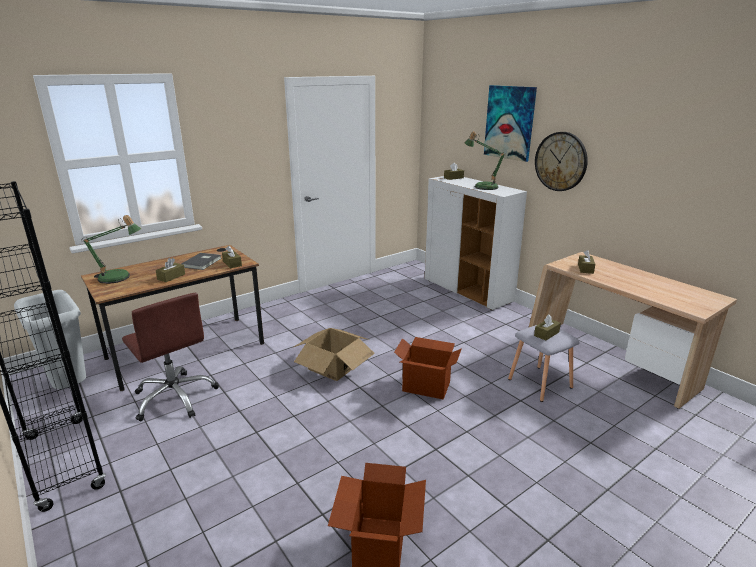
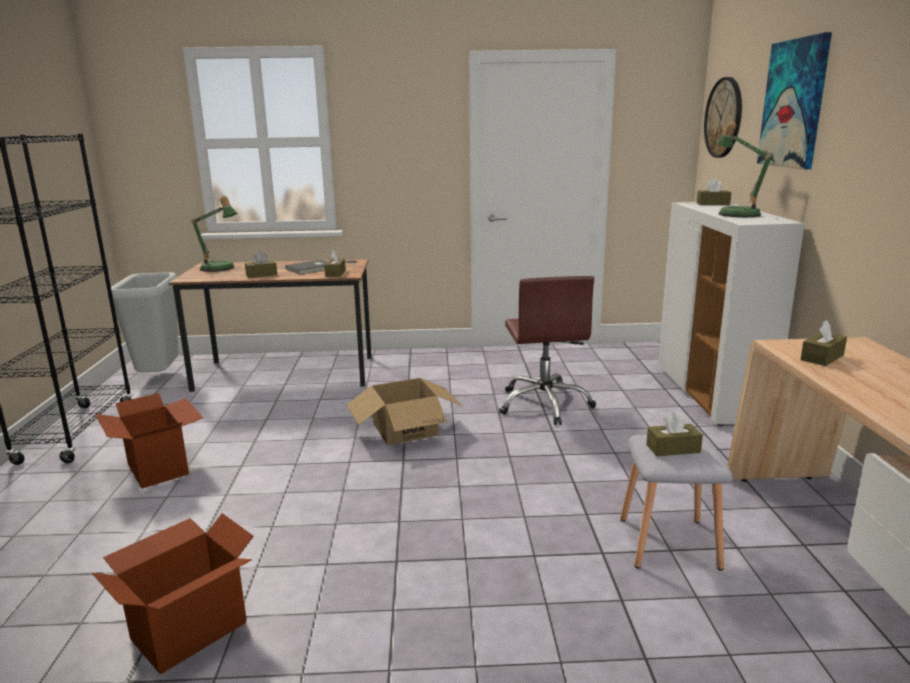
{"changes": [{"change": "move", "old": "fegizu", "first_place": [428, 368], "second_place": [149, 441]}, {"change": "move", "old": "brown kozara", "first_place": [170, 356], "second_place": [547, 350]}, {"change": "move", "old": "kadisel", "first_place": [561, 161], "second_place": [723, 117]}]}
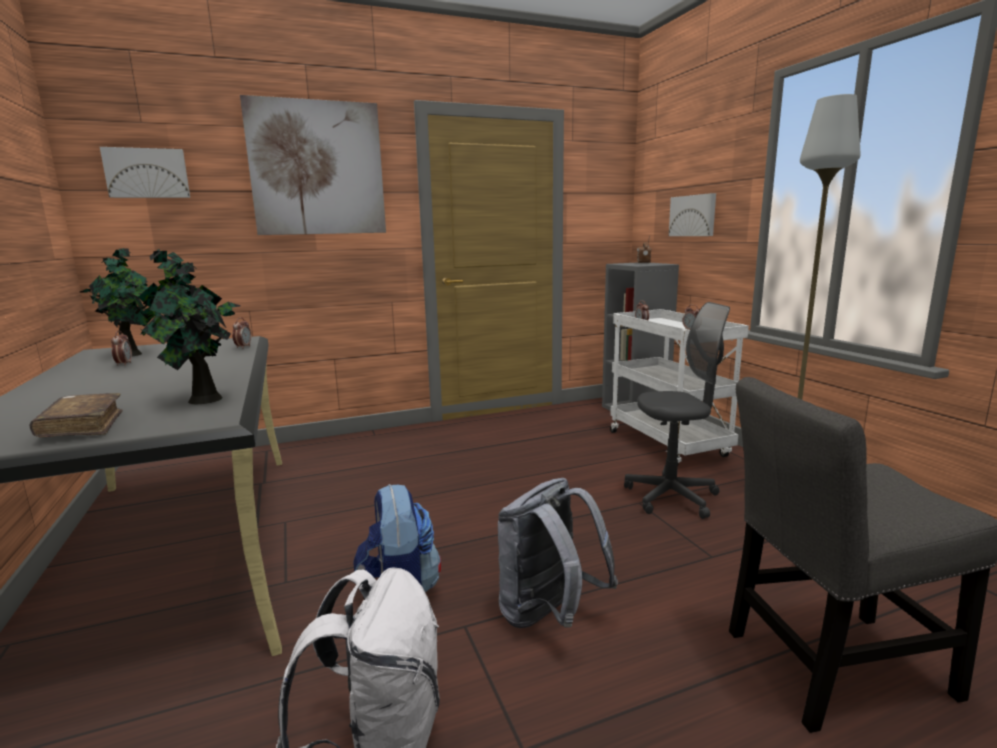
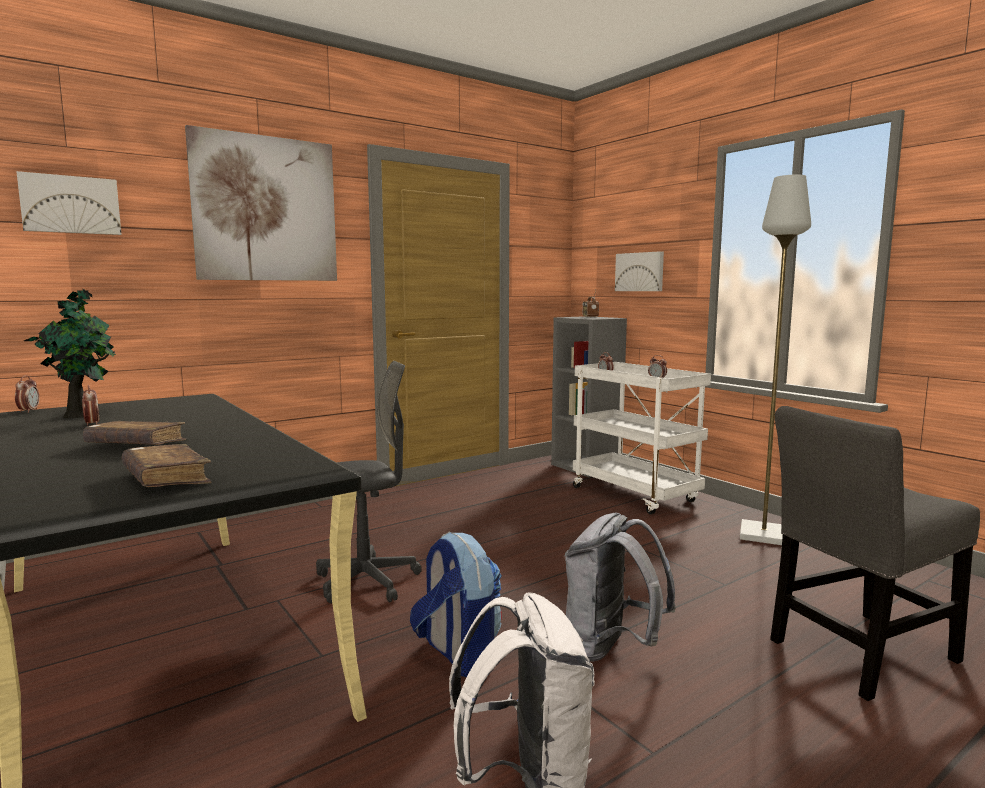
{"changes": [{"change": "move", "old": "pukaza", "first_place": [242, 333], "second_place": [27, 394]}, {"change": "insert", "new": "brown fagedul", "second_place": [134, 433]}, {"change": "move", "old": "grey kozara", "first_place": [677, 410], "second_place": [369, 482]}, {"change": "delete", "old": "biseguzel", "first_place": [189, 326]}]}
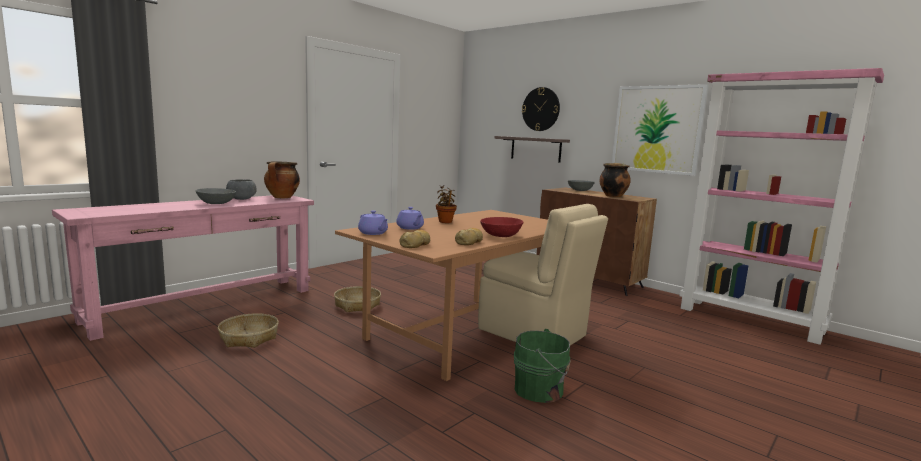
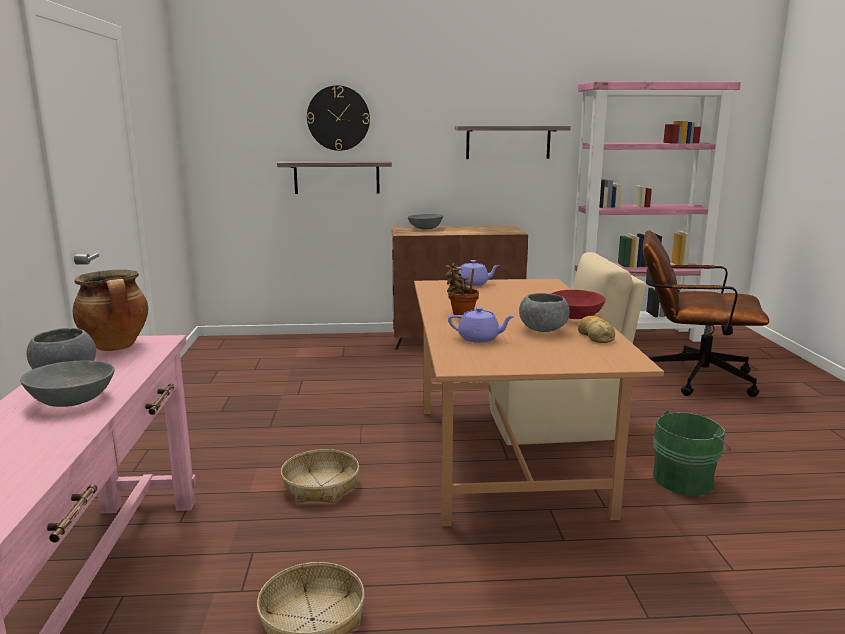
{"changes": [{"change": "move", "old": "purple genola", "first_place": [373, 222], "second_place": [475, 273]}, {"change": "replace", "old": "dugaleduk", "new": "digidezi", "first_place": [660, 130], "second_place": [513, 142]}, {"change": "insert", "new": "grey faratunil", "second_place": [544, 312]}, {"change": "insert", "new": "brown kozara", "second_place": [706, 313]}, {"change": "delete", "old": "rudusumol", "first_place": [414, 239]}, {"change": "delete", "old": "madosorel", "first_place": [615, 180]}]}
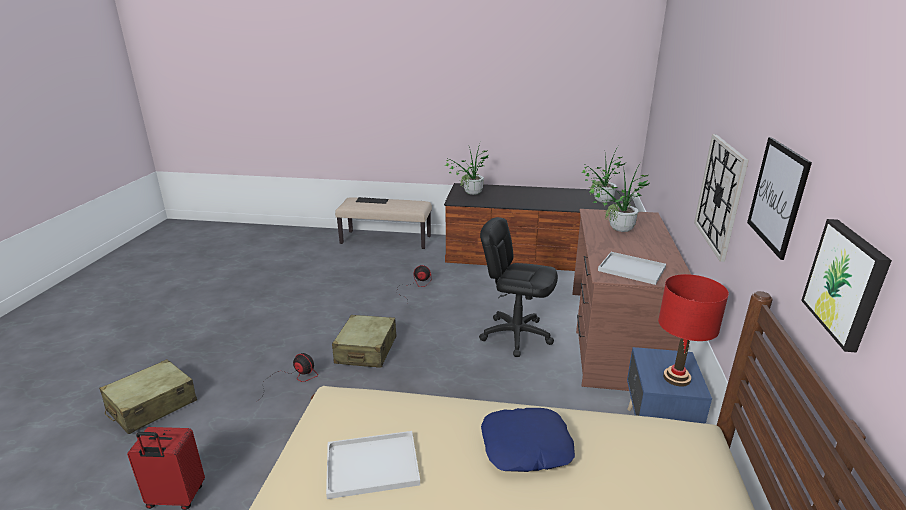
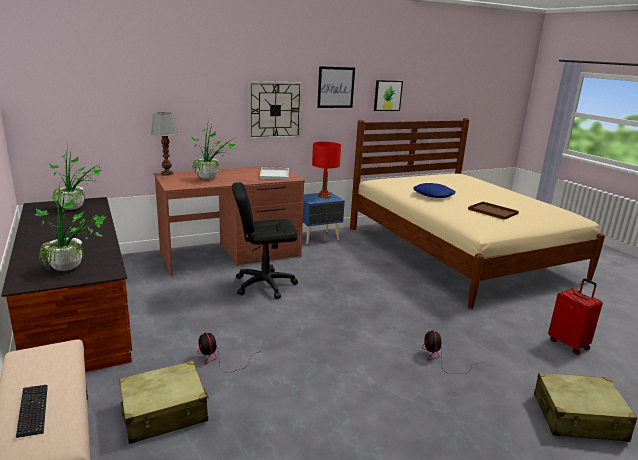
{"changes": [{"change": "move", "old": "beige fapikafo", "first_place": [364, 341], "second_place": [164, 402]}, {"change": "insert", "new": "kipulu", "second_place": [165, 144]}, {"change": "rotate", "old": "black kozara", "first_place": [518, 287], "second_place": [265, 240], "degrees": 90}, {"change": "recolor", "old": "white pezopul", "new": "brown pezopul", "first_place": [373, 465], "second_place": [493, 211]}]}
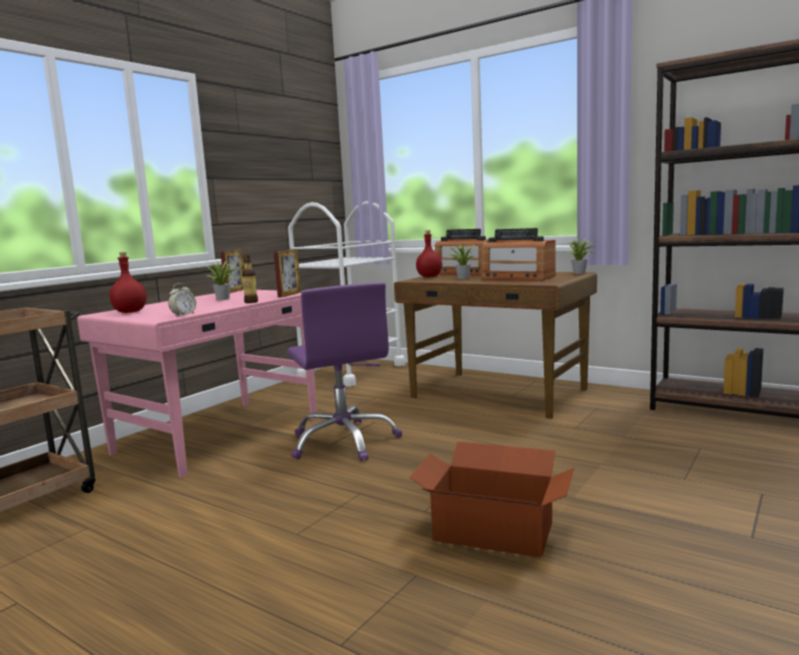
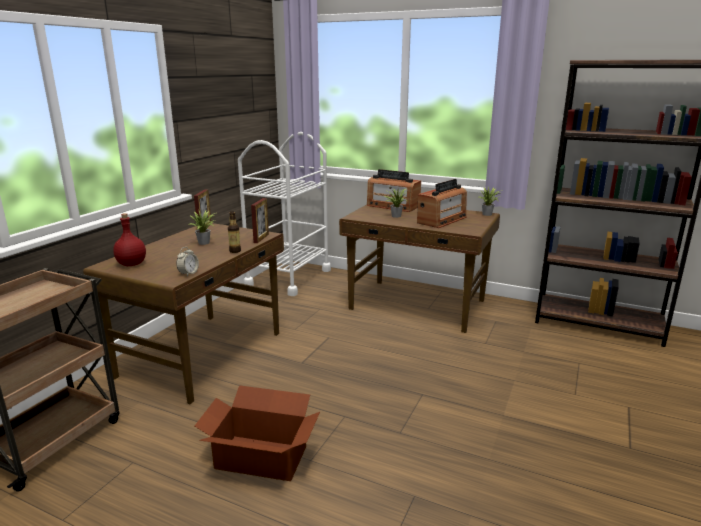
{"changes": [{"change": "recolor", "old": "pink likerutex", "new": "brown likerutex", "first_place": [197, 384], "second_place": [183, 313]}, {"change": "move", "old": "fegizu", "first_place": [491, 500], "second_place": [257, 433]}, {"change": "rotate", "old": "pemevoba", "first_place": [519, 254], "second_place": [442, 203], "degrees": -75}, {"change": "delete", "old": "purple kozara", "first_place": [344, 371]}, {"change": "delete", "old": "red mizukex", "first_place": [429, 253]}]}
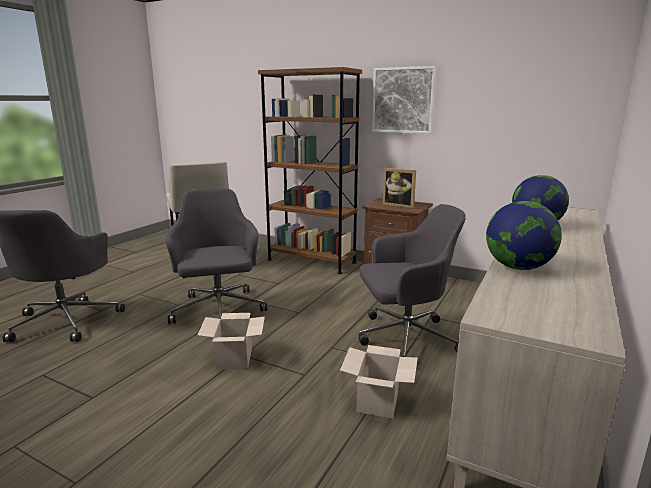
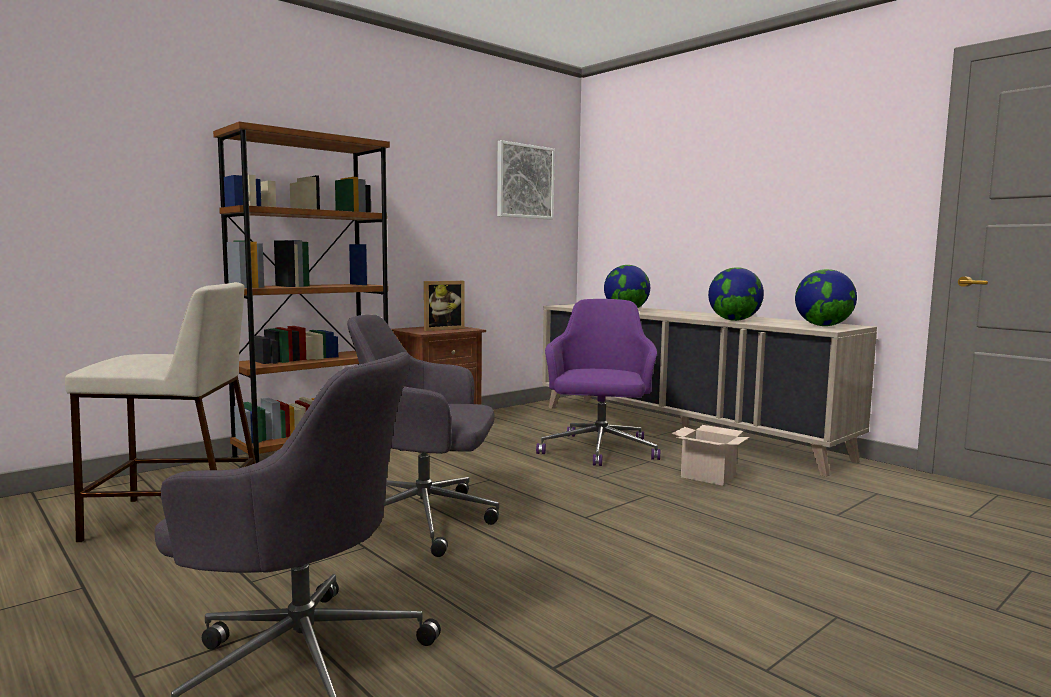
{"changes": [{"change": "move", "old": "dugaleduk", "first_place": [404, 100], "second_place": [526, 180]}, {"change": "recolor", "old": "grey kozara", "new": "purple kozara", "first_place": [412, 280], "second_place": [598, 382]}, {"change": "insert", "new": "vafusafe", "second_place": [826, 297]}, {"change": "delete", "old": "fegizu", "first_place": [231, 341]}]}
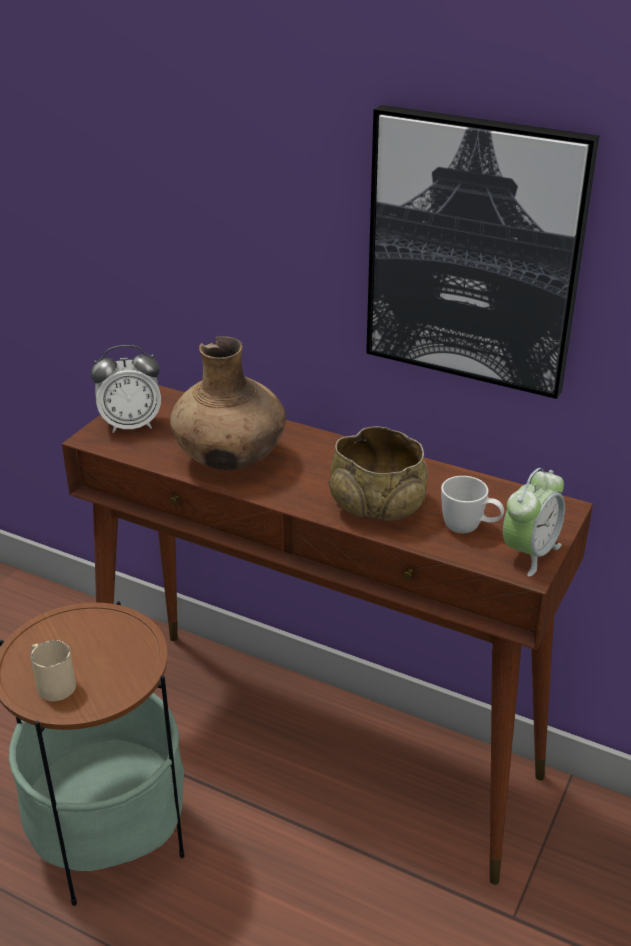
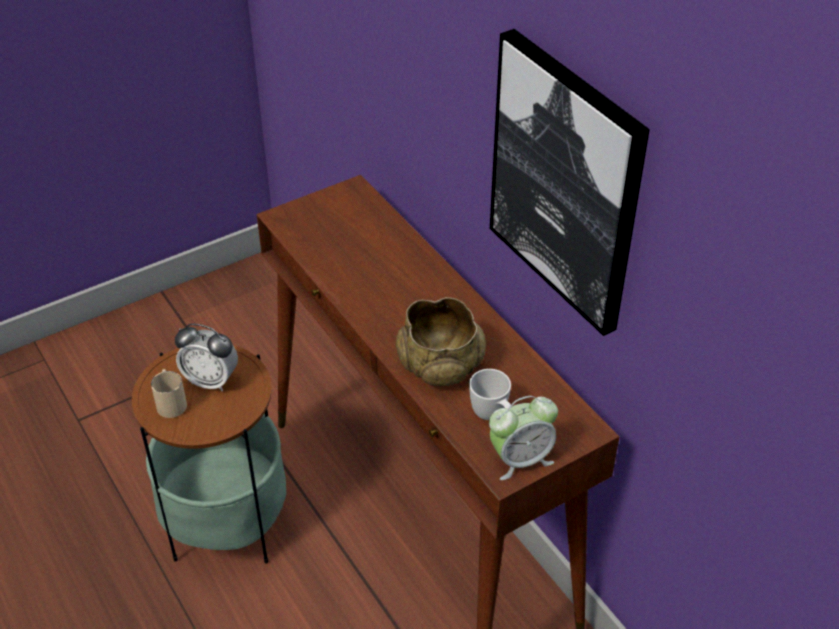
{"changes": [{"change": "move", "old": "pukaza", "first_place": [125, 389], "second_place": [206, 357]}, {"change": "delete", "old": "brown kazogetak", "first_place": [228, 403]}]}
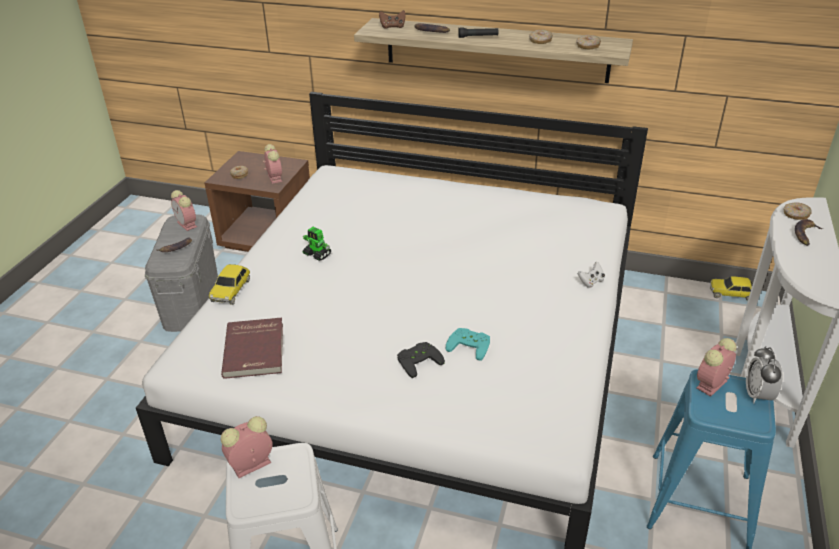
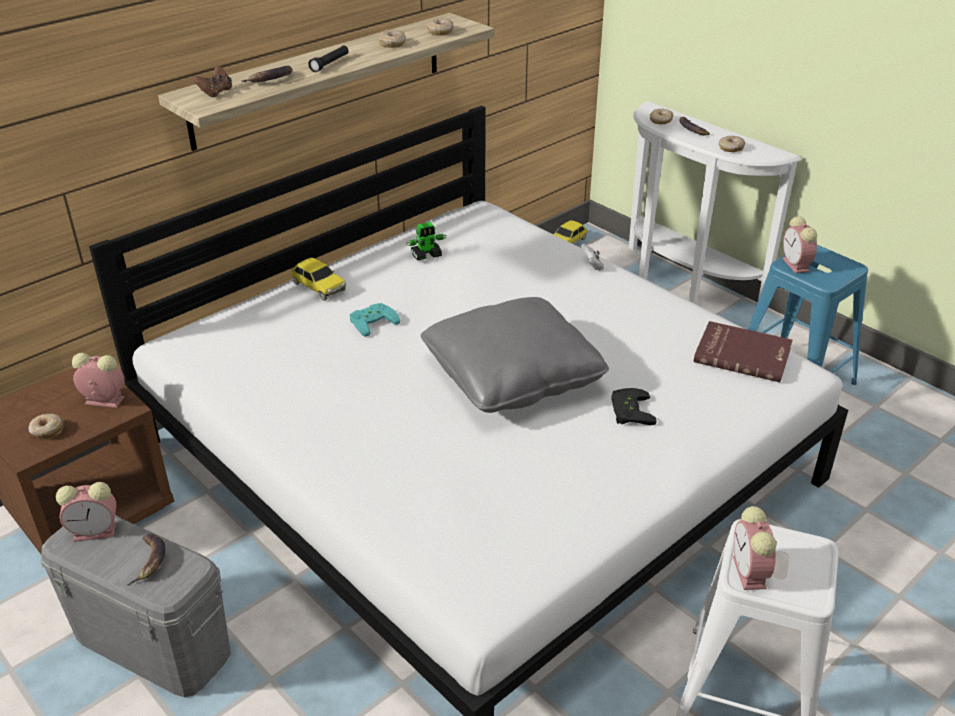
{"changes": [{"change": "move", "old": "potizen", "first_place": [229, 284], "second_place": [318, 279]}, {"change": "move", "old": "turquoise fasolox", "first_place": [468, 344], "second_place": [375, 320]}, {"change": "move", "old": "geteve", "first_place": [317, 244], "second_place": [426, 241]}, {"change": "insert", "new": "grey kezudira", "second_place": [515, 355]}, {"change": "move", "old": "red fagedul", "first_place": [252, 348], "second_place": [743, 351]}, {"change": "insert", "new": "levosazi", "second_place": [732, 144]}, {"change": "delete", "old": "pukaza", "first_place": [764, 374]}]}
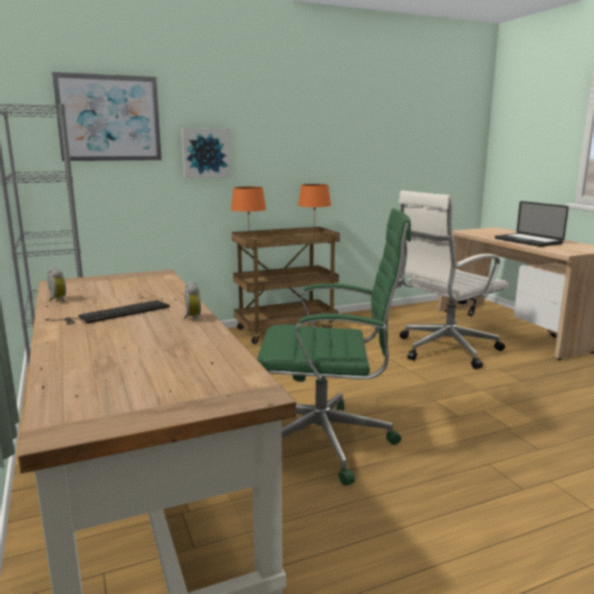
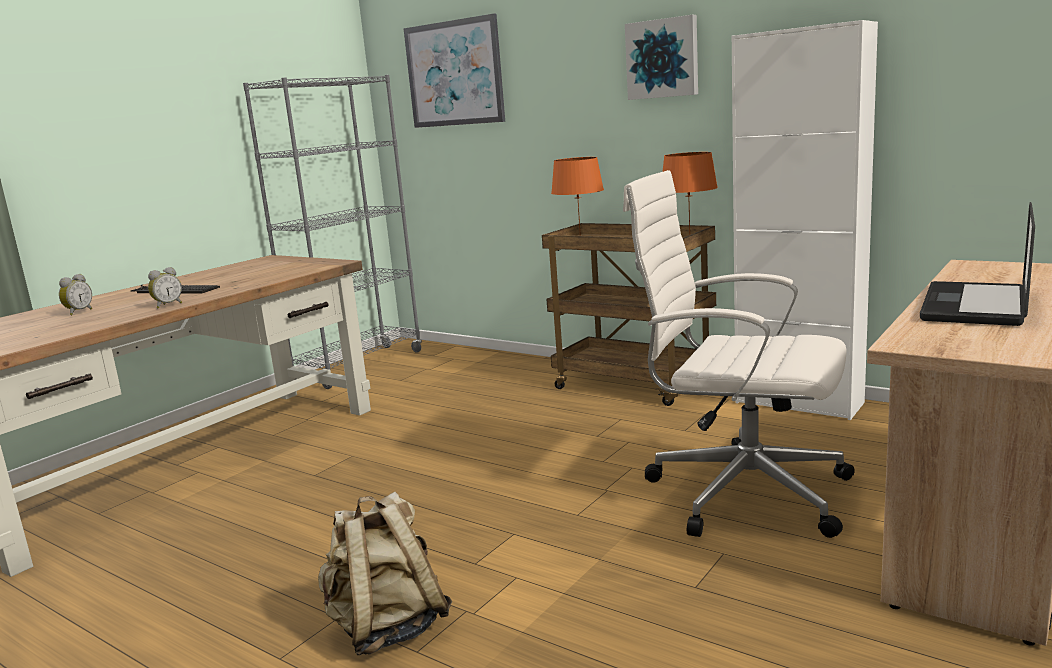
{"changes": [{"change": "move", "old": "pukaza", "first_place": [56, 284], "second_place": [75, 294]}, {"change": "insert", "new": "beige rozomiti", "second_place": [385, 573]}, {"change": "move", "old": "dugaleduk", "first_place": [206, 153], "second_place": [661, 57]}, {"change": "insert", "new": "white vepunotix", "second_place": [805, 220]}, {"change": "delete", "old": "green kozara", "first_place": [334, 347]}]}
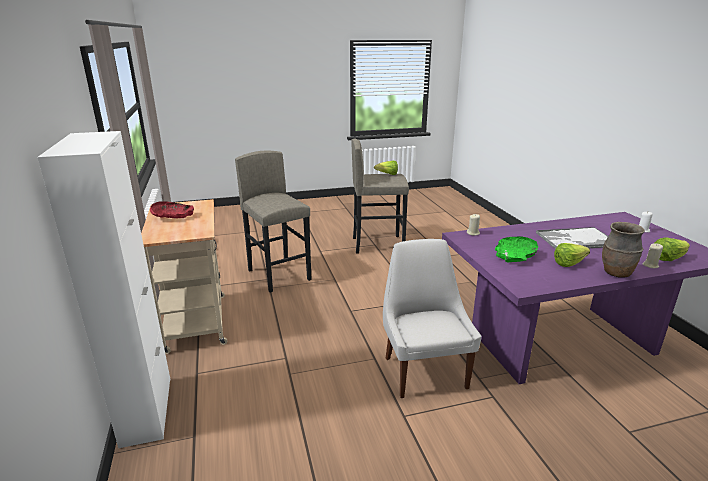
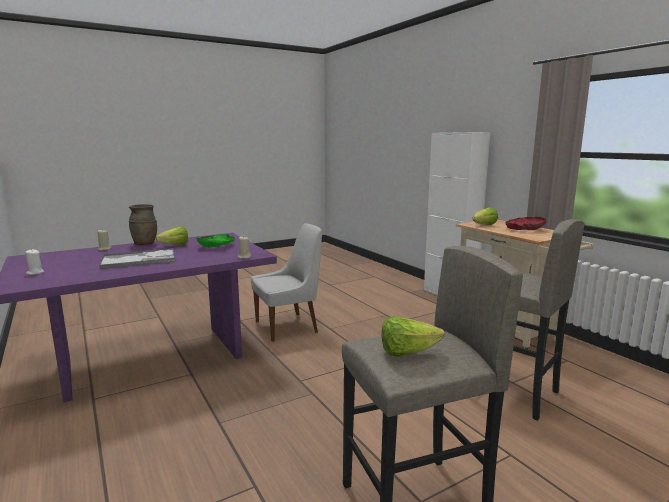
{"changes": [{"change": "rotate", "old": "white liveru", "first_place": [432, 318], "second_place": [286, 282], "degrees": -90}, {"change": "move", "old": "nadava", "first_place": [672, 249], "second_place": [485, 216]}]}
